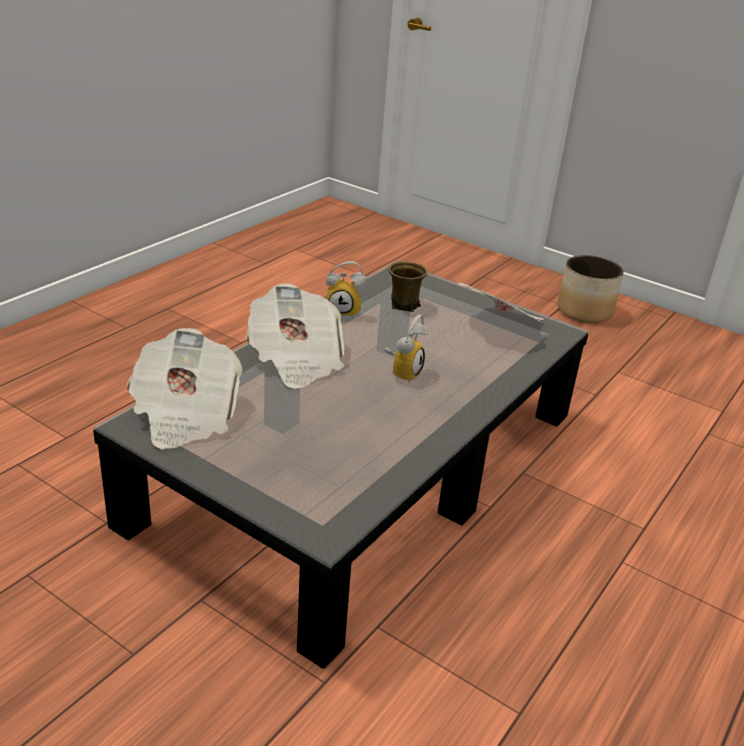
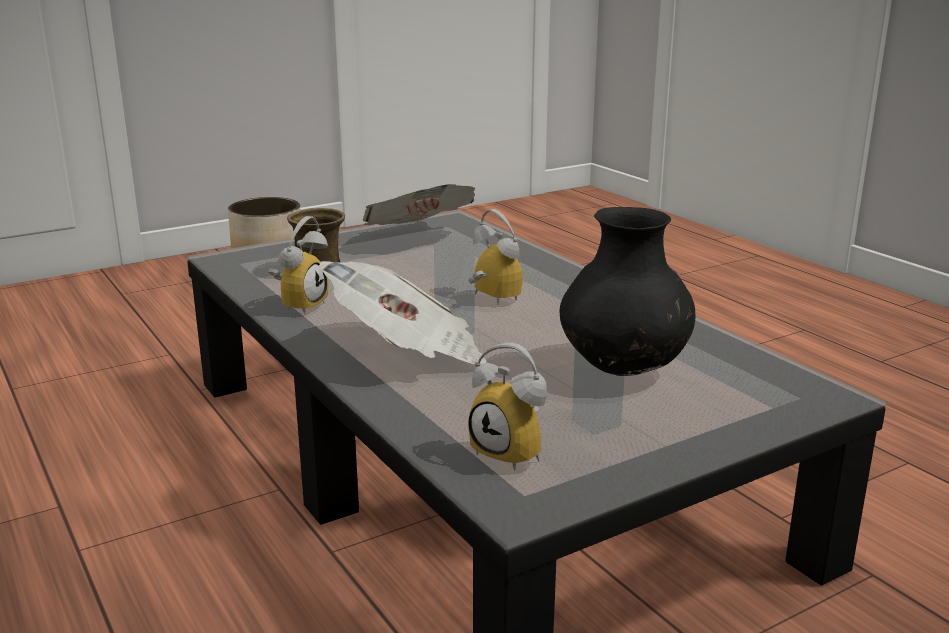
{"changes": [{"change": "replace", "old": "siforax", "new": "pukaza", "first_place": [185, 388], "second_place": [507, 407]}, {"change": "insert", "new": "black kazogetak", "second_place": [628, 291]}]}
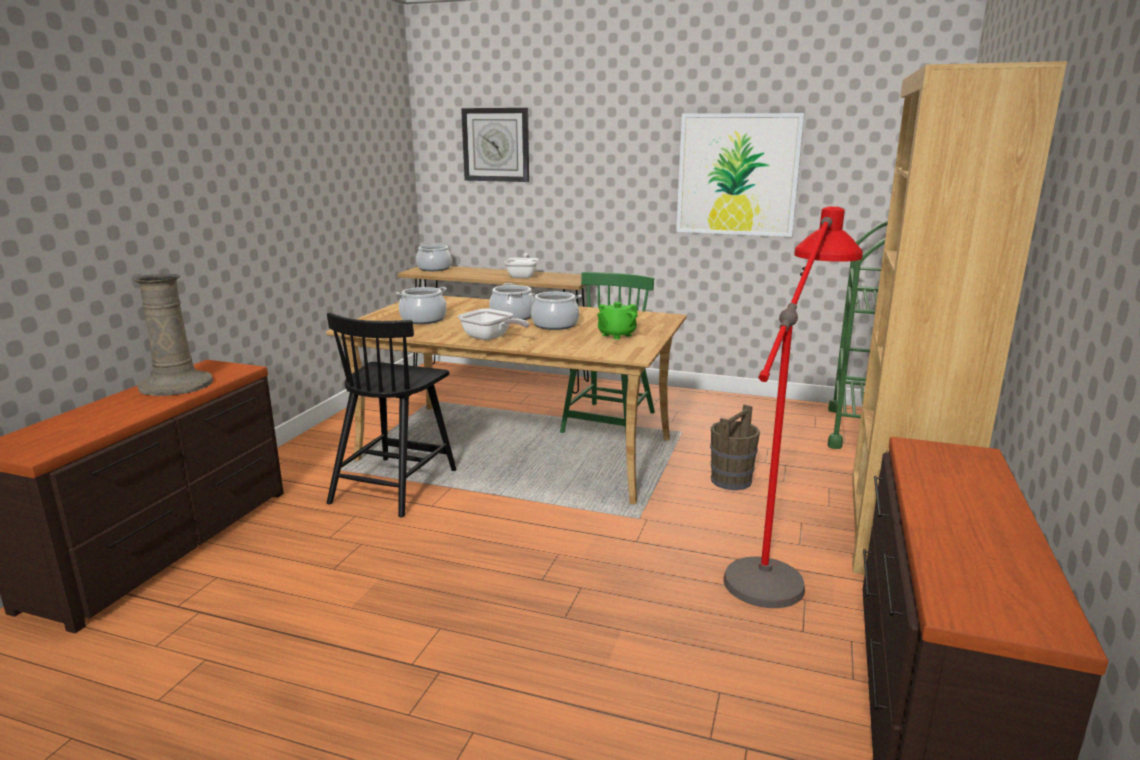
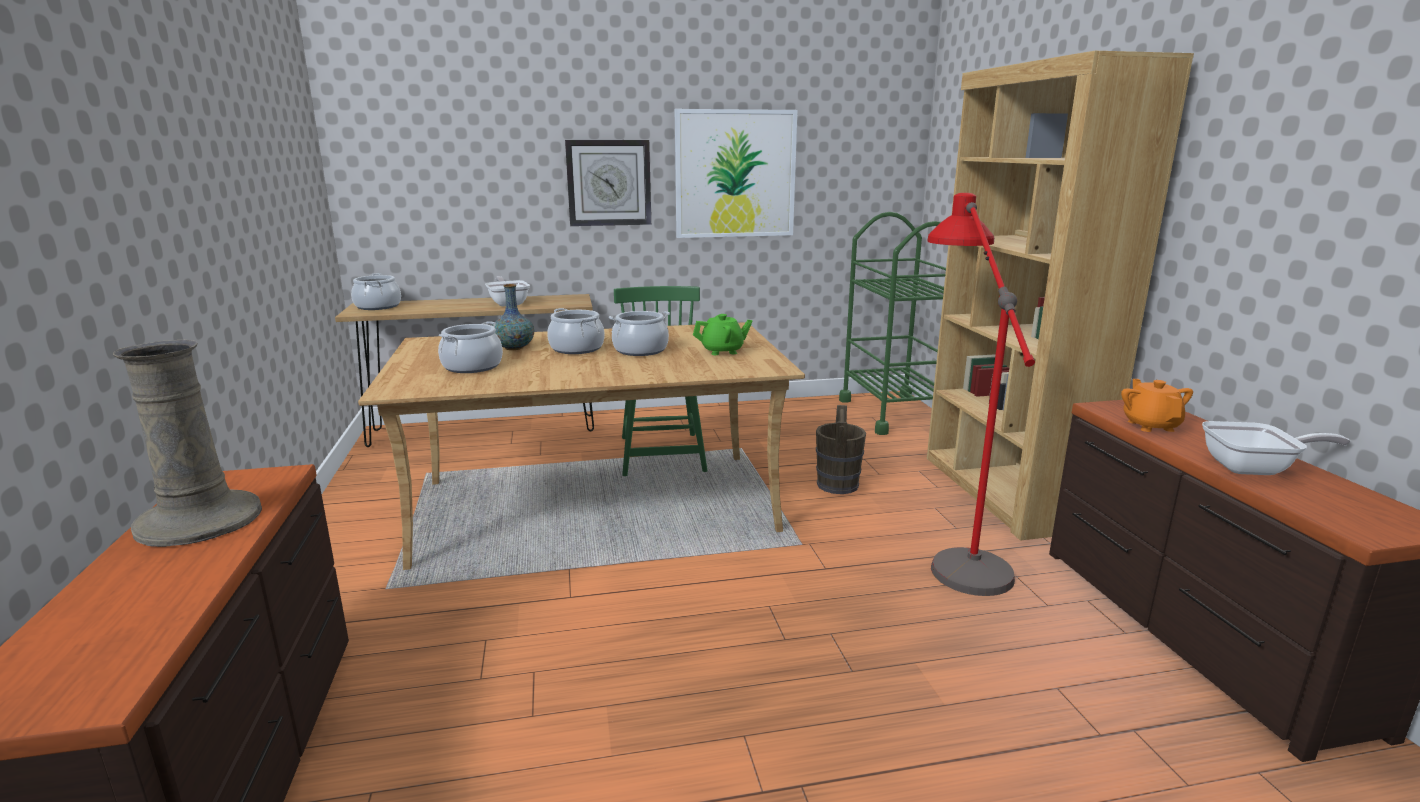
{"changes": [{"change": "insert", "new": "kazogetak", "second_place": [513, 317]}, {"change": "move", "old": "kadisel", "first_place": [495, 145], "second_place": [608, 183]}, {"change": "rotate", "old": "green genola", "first_place": [617, 320], "second_place": [723, 334], "degrees": -120}, {"change": "insert", "new": "orange genola", "second_place": [1157, 405]}, {"change": "move", "old": "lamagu", "first_place": [493, 324], "second_place": [1276, 448]}, {"change": "delete", "old": "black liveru", "first_place": [391, 415]}]}
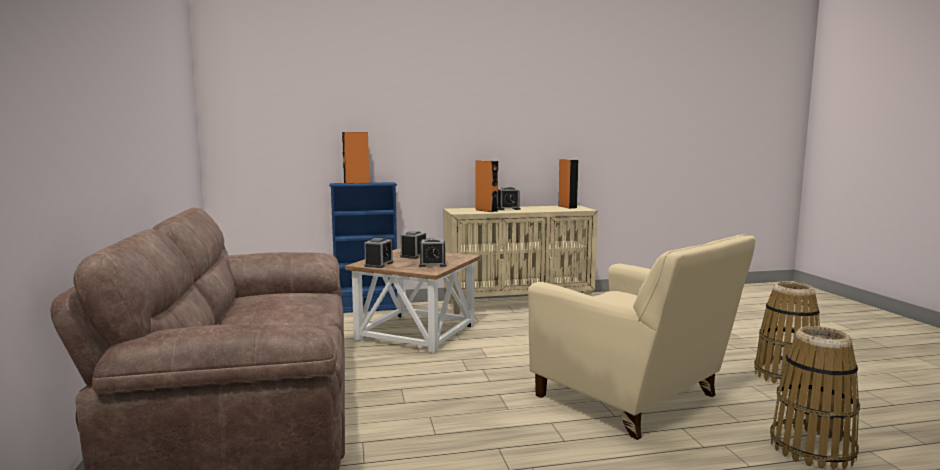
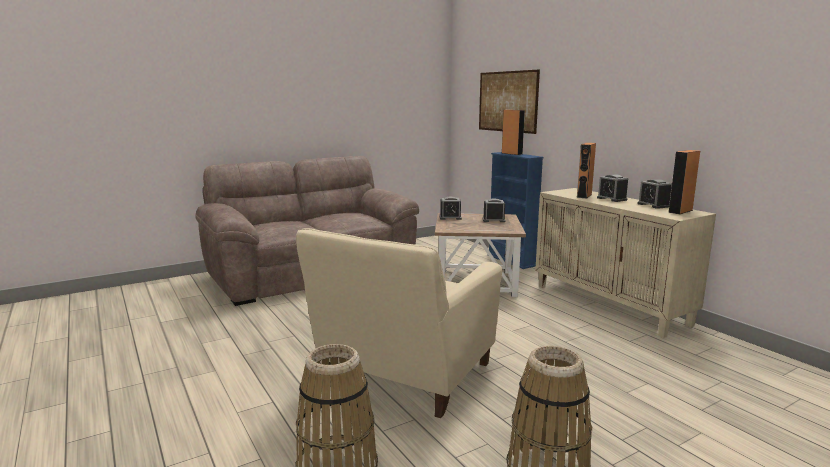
{"changes": [{"change": "insert", "new": "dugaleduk", "second_place": [509, 101]}, {"change": "move", "old": "pukaza", "first_place": [432, 252], "second_place": [654, 194]}]}
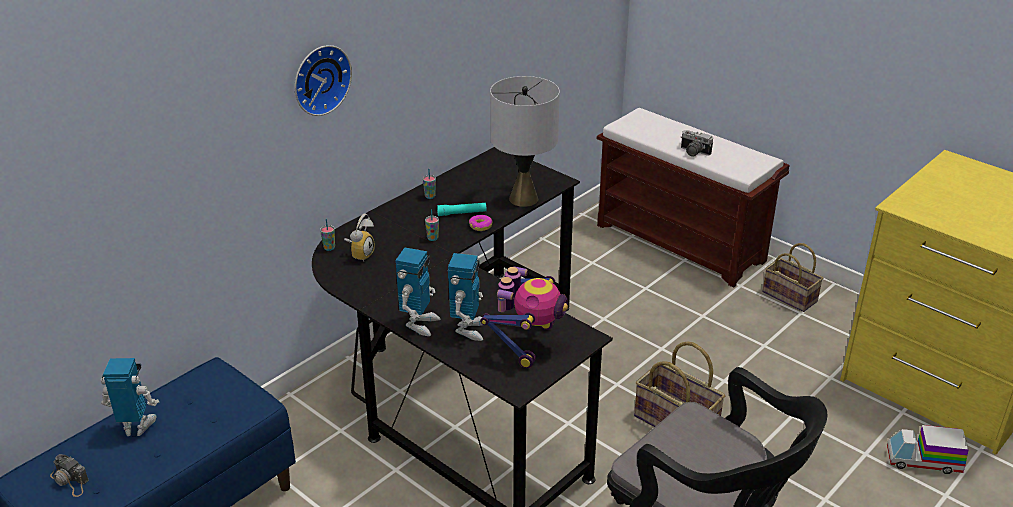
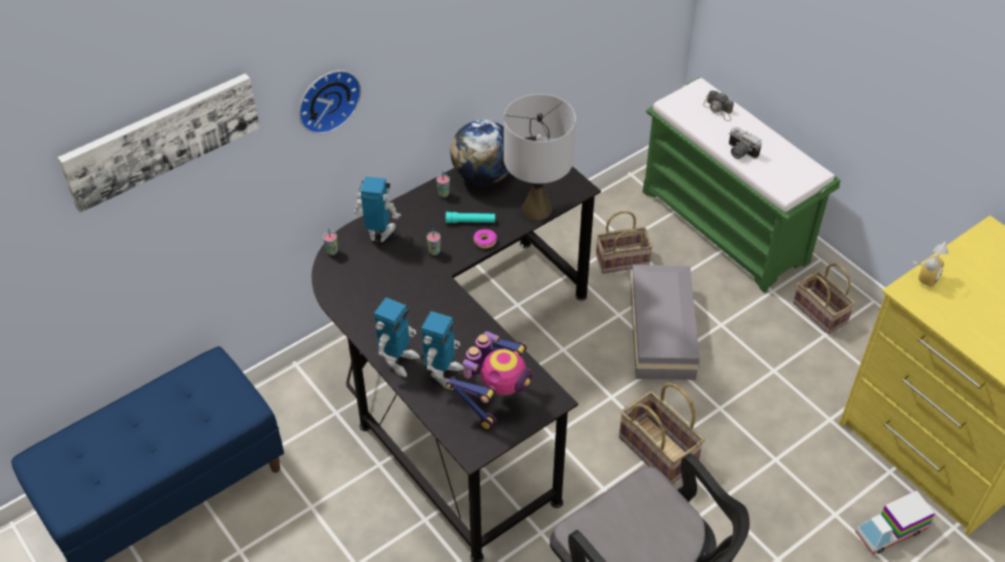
{"changes": [{"change": "insert", "new": "dugaleduk", "second_place": [159, 143]}, {"change": "move", "old": "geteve", "first_place": [130, 397], "second_place": [377, 209]}, {"change": "insert", "new": "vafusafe", "second_place": [480, 152]}, {"change": "insert", "new": "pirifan", "second_place": [624, 242]}, {"change": "insert", "new": "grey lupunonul", "second_place": [665, 322]}, {"change": "recolor", "old": "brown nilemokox", "new": "green nilemokox", "first_place": [693, 197], "second_place": [742, 185]}, {"change": "move", "old": "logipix", "first_place": [69, 475], "second_place": [718, 105]}, {"change": "rotate", "old": "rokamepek", "first_place": [928, 449], "second_place": [895, 522], "degrees": -45}, {"change": "move", "old": "pukaza", "first_place": [359, 237], "second_place": [930, 265]}]}
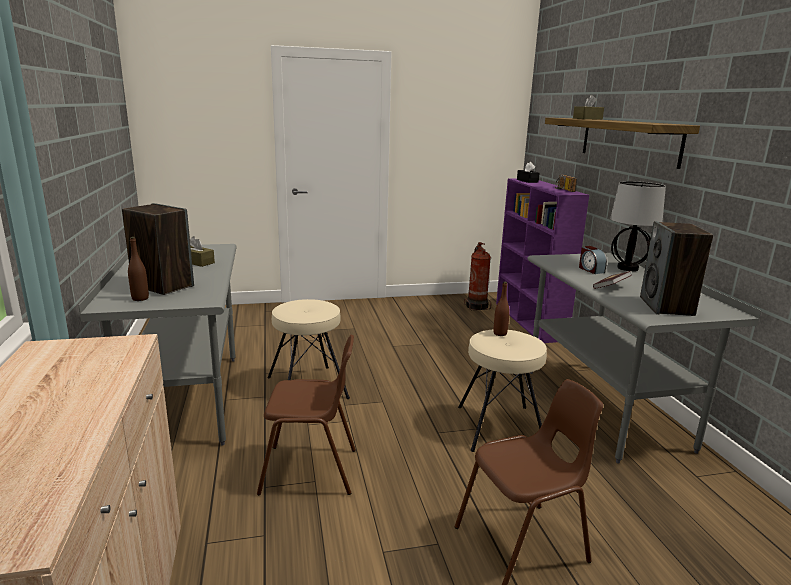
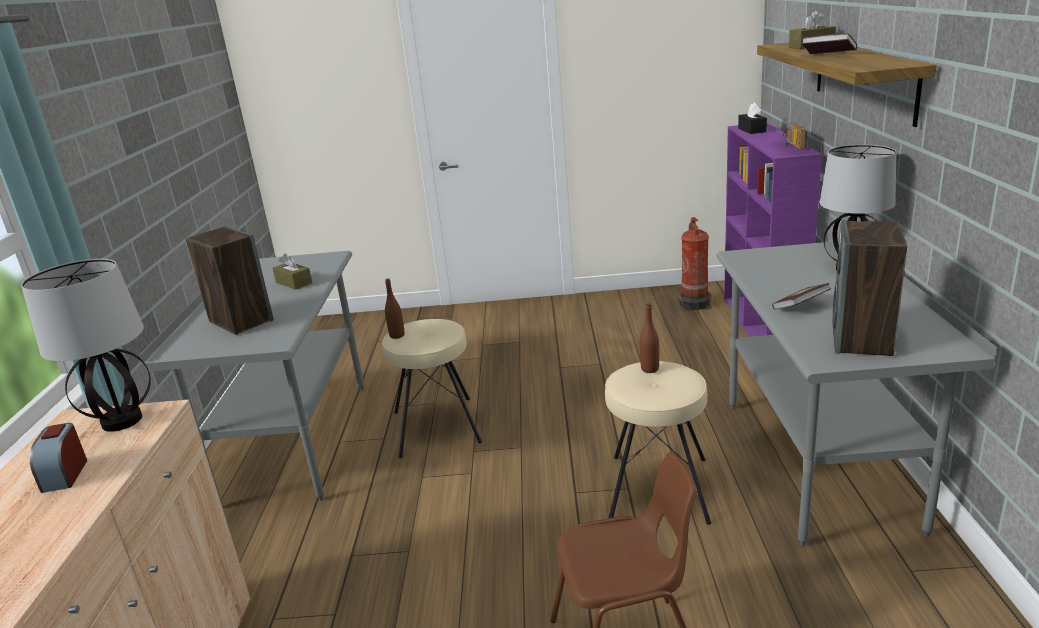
{"changes": [{"change": "insert", "new": "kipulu", "second_place": [86, 345]}, {"change": "move", "old": "pukaza", "first_place": [593, 260], "second_place": [58, 458]}, {"change": "move", "old": "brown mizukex", "first_place": [138, 269], "second_place": [395, 308]}, {"change": "insert", "new": "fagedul", "second_place": [829, 43]}, {"change": "delete", "old": "brown liveru", "first_place": [306, 415]}]}
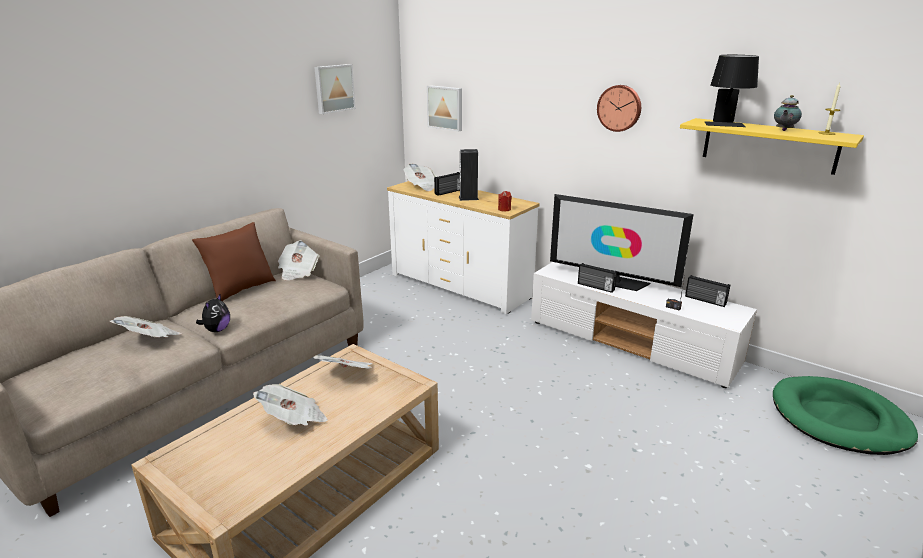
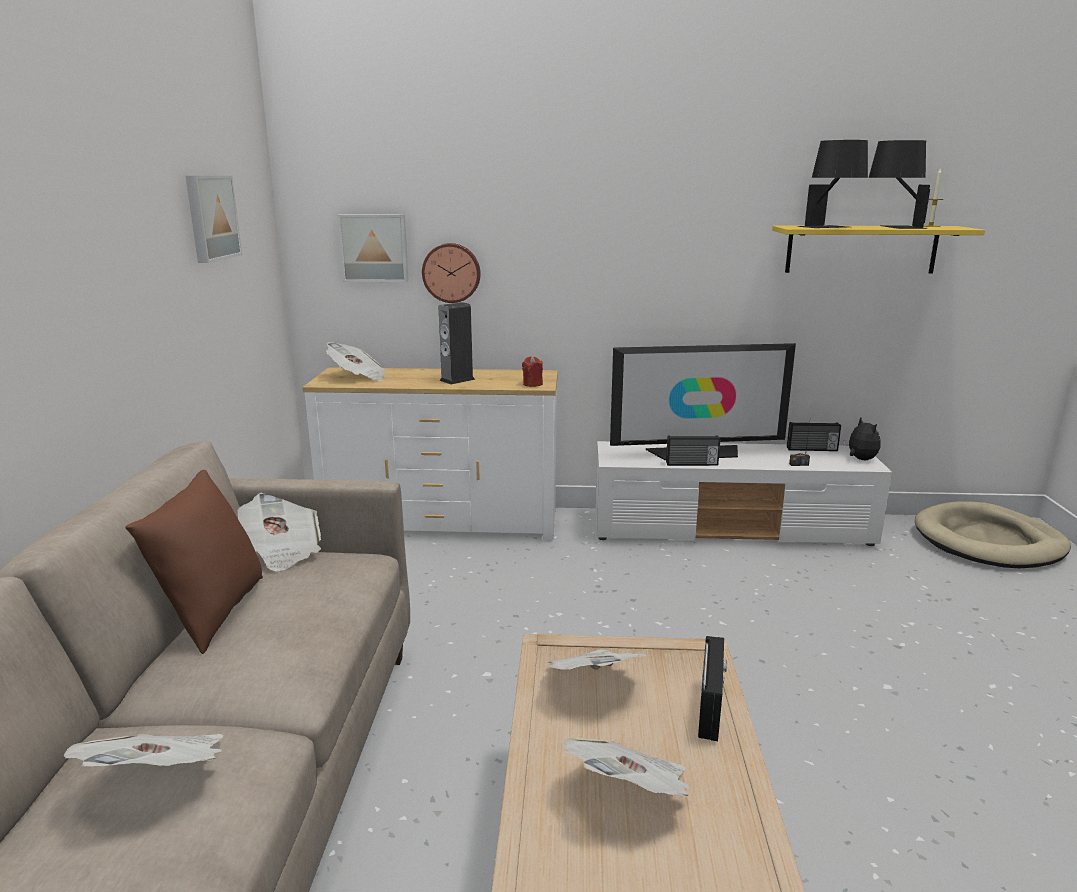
{"changes": [{"change": "move", "old": "kadisel", "first_place": [619, 108], "second_place": [451, 273]}, {"change": "move", "old": "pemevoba", "first_place": [447, 184], "second_place": [712, 688]}, {"change": "move", "old": "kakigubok", "first_place": [213, 312], "second_place": [862, 438]}, {"change": "replace", "old": "genola", "new": "black kipulu", "first_place": [788, 113], "second_place": [899, 184]}, {"change": "recolor", "old": "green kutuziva", "new": "beige kutuziva", "first_place": [845, 415], "second_place": [993, 534]}]}
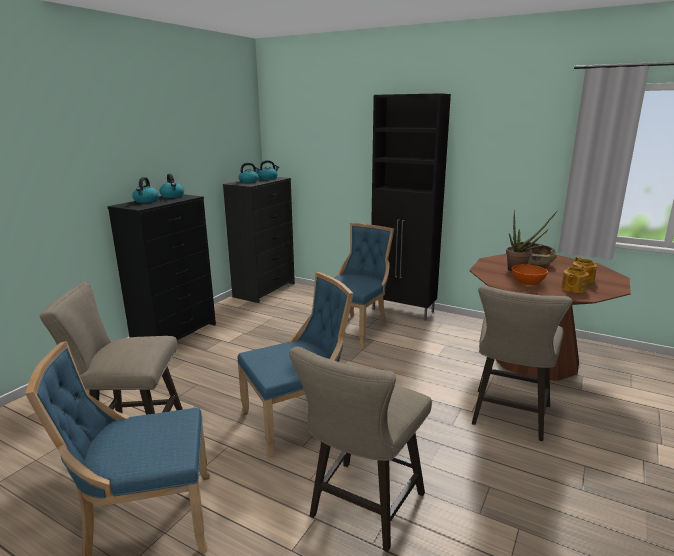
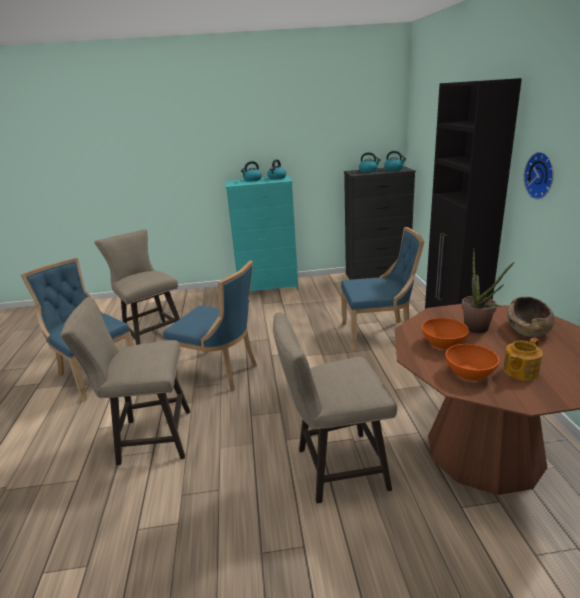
{"changes": [{"change": "recolor", "old": "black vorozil", "new": "turquoise vorozil", "first_place": [161, 267], "second_place": [262, 233]}, {"change": "replace", "old": "genola", "new": "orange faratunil", "first_place": [575, 279], "second_place": [472, 362]}, {"change": "insert", "new": "kadisel", "second_place": [538, 176]}]}
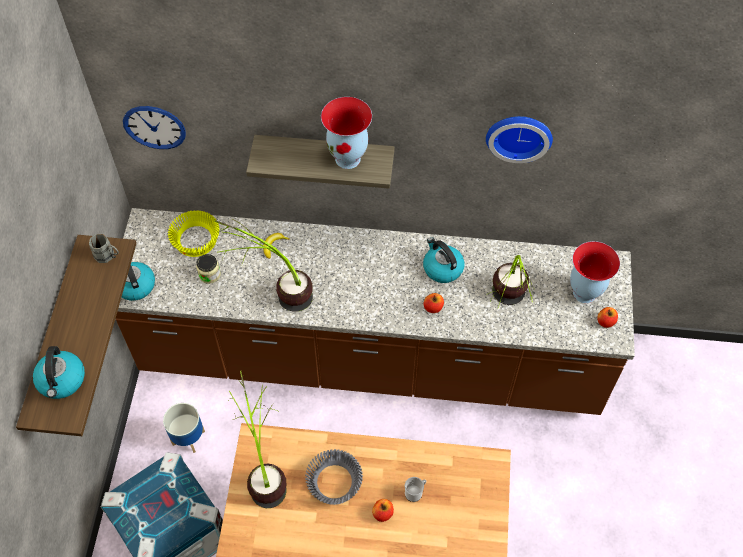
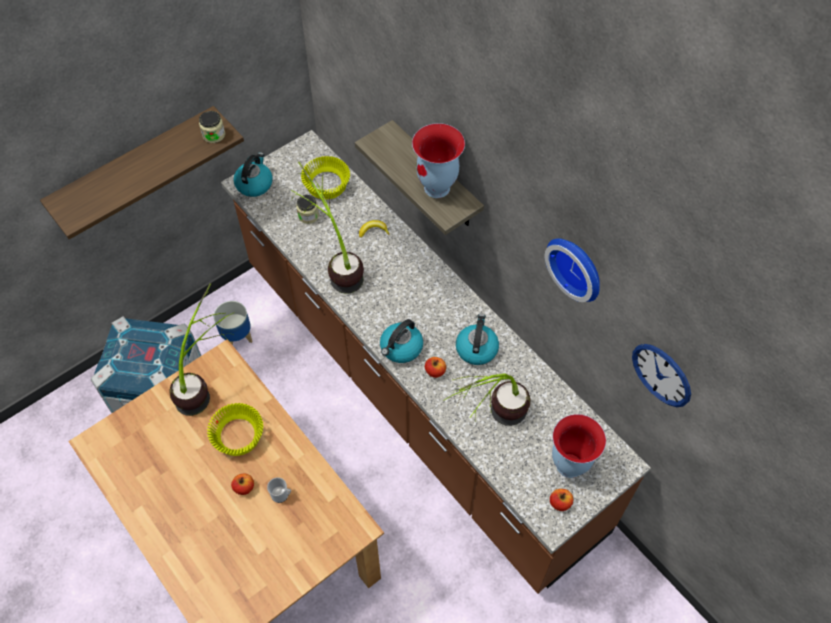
{"changes": [{"change": "replace", "old": "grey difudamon", "new": "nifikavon", "first_place": [104, 248], "second_place": [212, 127]}, {"change": "recolor", "old": "grey faratunil", "new": "yellow faratunil", "first_place": [334, 477], "second_place": [235, 429]}, {"change": "move", "old": "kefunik", "first_place": [59, 372], "second_place": [401, 341]}, {"change": "move", "old": "kadisel", "first_place": [154, 127], "second_place": [661, 375]}]}
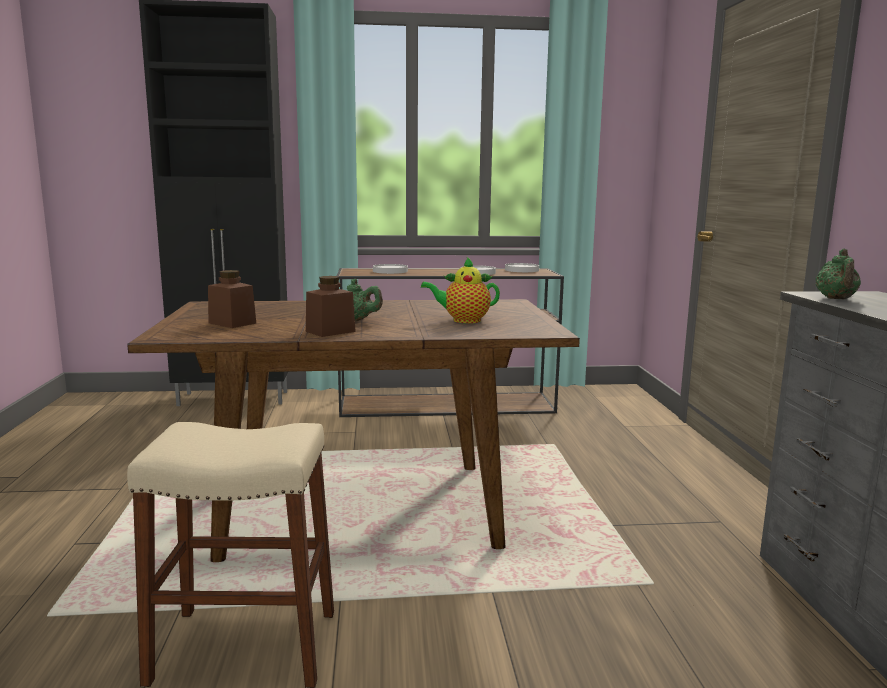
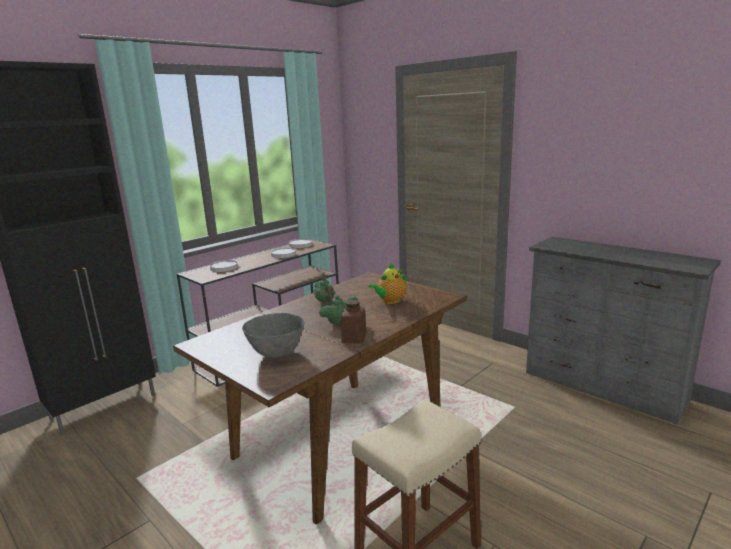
{"changes": [{"change": "replace", "old": "brown nifikavon", "new": "grey faratunil", "first_place": [232, 299], "second_place": [273, 335]}, {"change": "move", "old": "green genola", "first_place": [838, 274], "second_place": [324, 290]}]}
